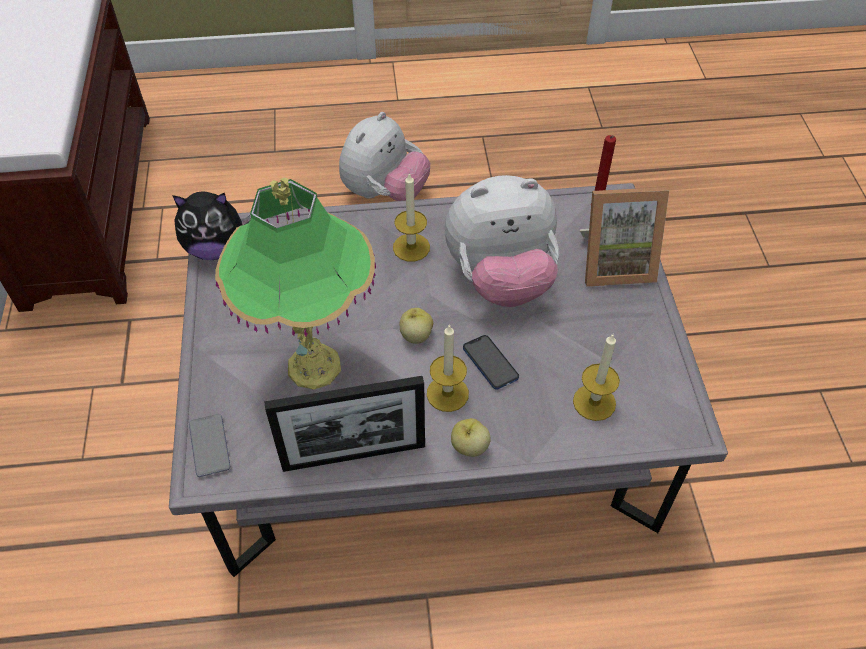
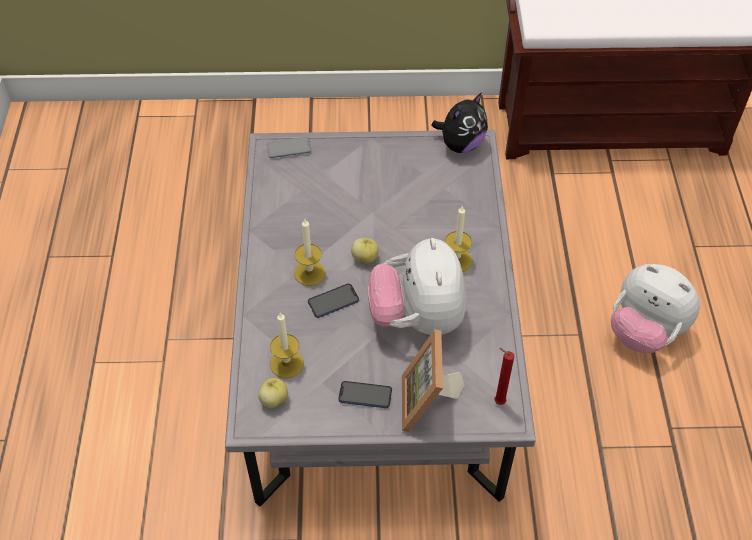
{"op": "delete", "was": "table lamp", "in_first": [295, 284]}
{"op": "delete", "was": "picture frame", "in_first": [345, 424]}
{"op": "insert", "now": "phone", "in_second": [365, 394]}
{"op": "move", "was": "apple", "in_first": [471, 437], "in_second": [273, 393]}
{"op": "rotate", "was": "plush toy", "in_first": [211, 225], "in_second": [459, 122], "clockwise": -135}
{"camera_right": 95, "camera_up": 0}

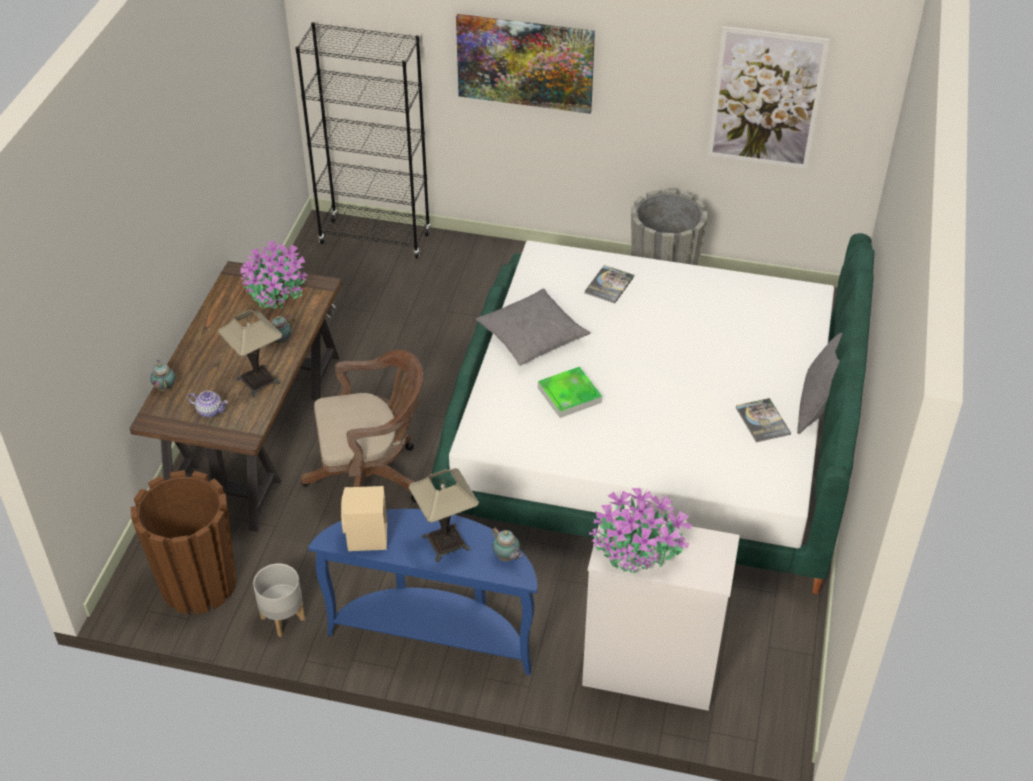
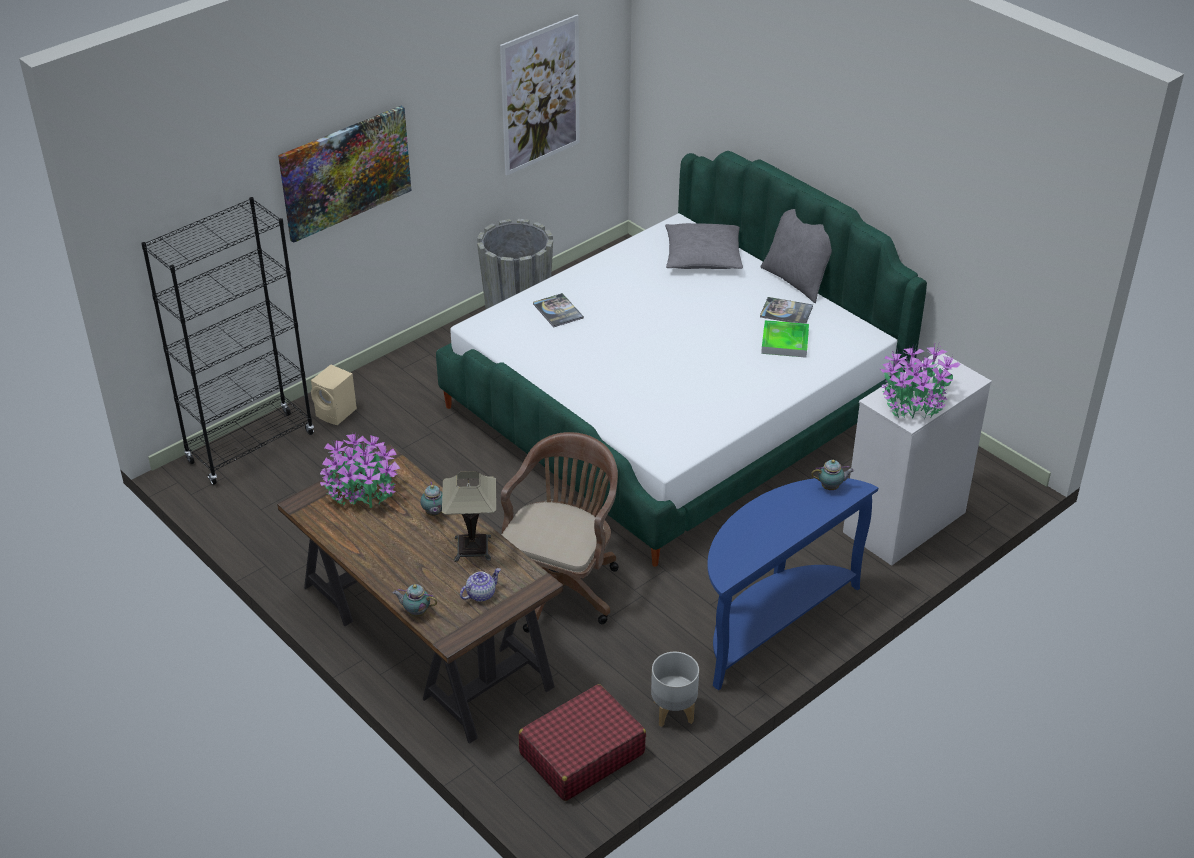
{"op": "delete", "was": "table lamp", "in_first": [443, 515]}
{"op": "move", "was": "beige speaker", "in_first": [364, 518], "in_second": [334, 394]}
{"op": "move", "was": "grey pillow", "in_first": [533, 327], "in_second": [704, 246]}
{"op": "move", "was": "tray", "in_first": [570, 392], "in_second": [785, 339]}
{"op": "replace", "was": "brown planter", "now": "red suitcase", "in_first": [183, 542], "in_second": [582, 742]}
{"camera_right": -55, "camera_up": -5}

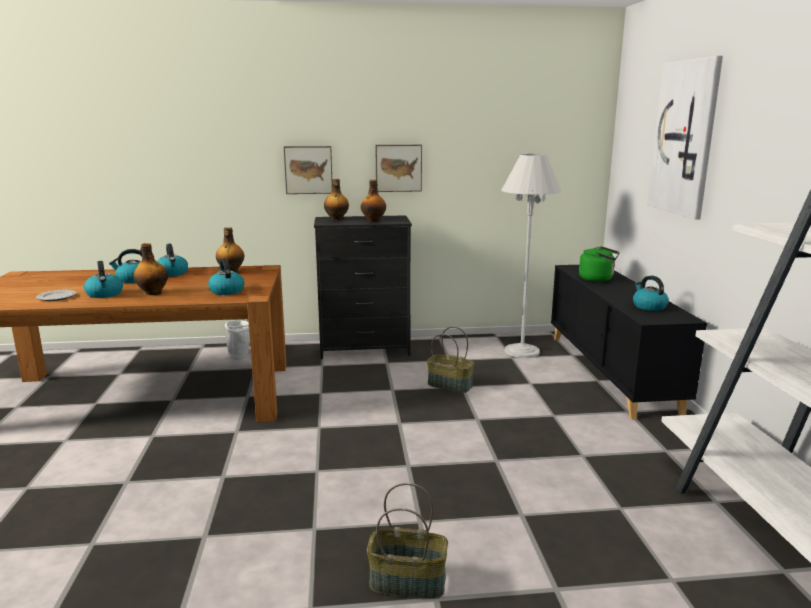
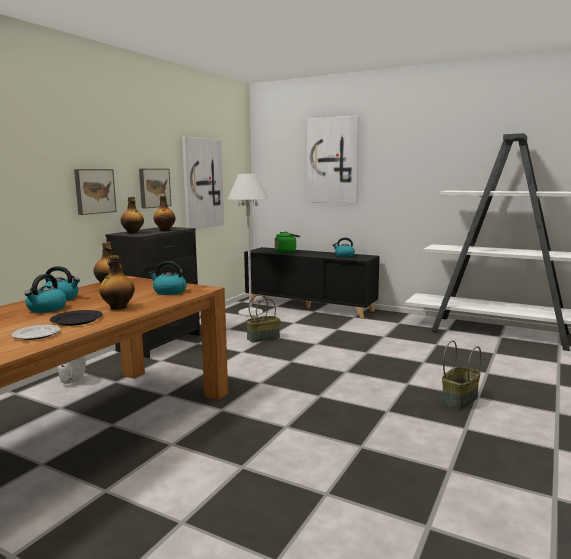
{"op": "insert", "now": "picture", "in_second": [203, 183]}
{"op": "replace", "was": "kettle", "now": "black plate", "in_first": [103, 279], "in_second": [76, 318]}
{"camera_right": -55, "camera_up": -5}

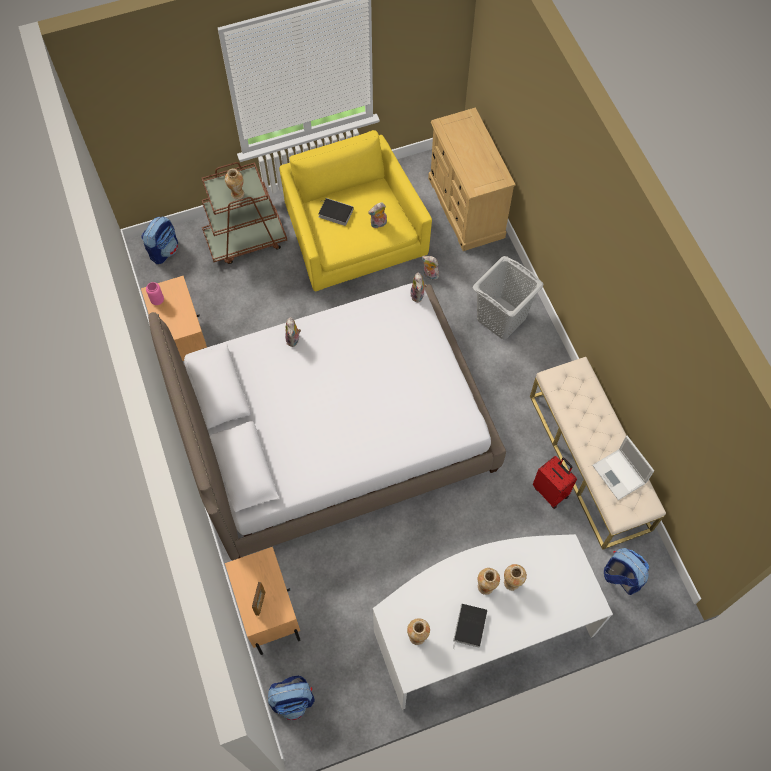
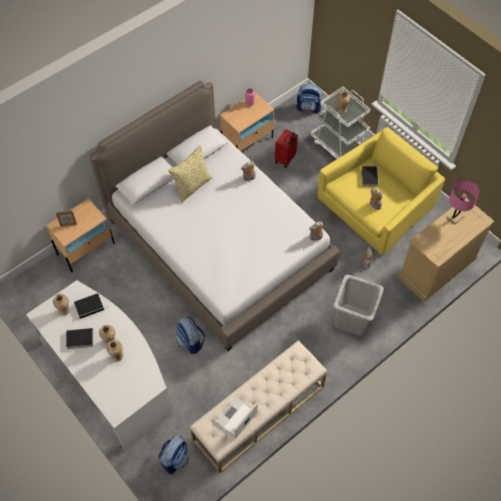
{"op": "insert", "now": "book", "in_second": [91, 306]}
{"op": "insert", "now": "pillow", "in_second": [190, 174]}
{"op": "insert", "now": "pink table lamp", "in_second": [463, 202]}
{"op": "move", "was": "backpack", "in_first": [291, 698], "in_second": [190, 335]}
{"op": "move", "was": "red suitcase", "in_first": [555, 482], "in_second": [286, 148]}
{"op": "recolor", "was": "brown cart", "now": "white cart", "in_first": [244, 213], "in_second": [340, 123]}
{"camera_right": 70, "camera_up": -5}

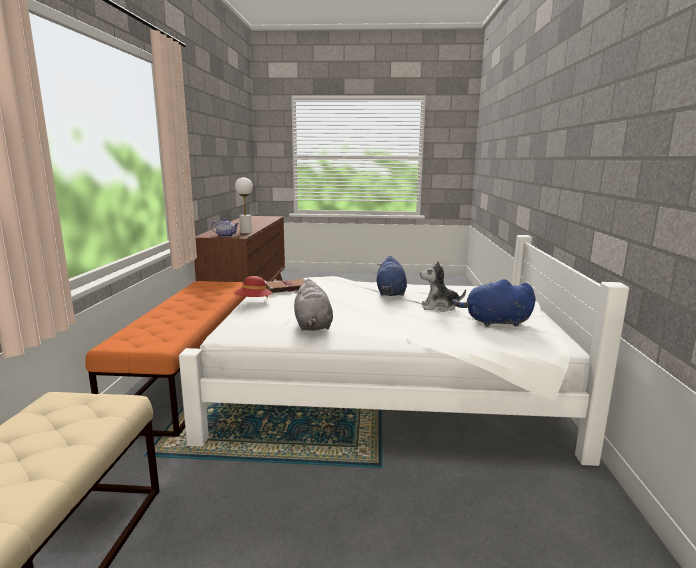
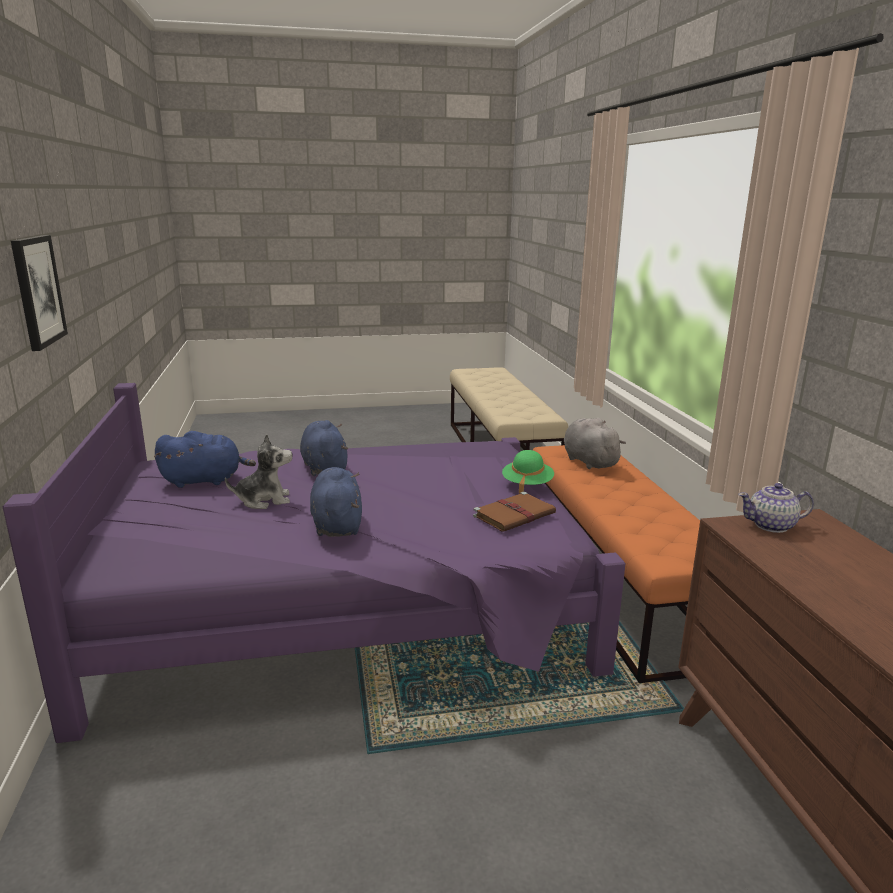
{"op": "delete", "was": "white table lamp", "in_first": [244, 205]}
{"op": "insert", "now": "picture", "in_second": [39, 293]}
{"op": "insert", "now": "blue plush toy", "in_second": [324, 448]}
{"op": "move", "was": "grey plush toy", "in_first": [313, 305], "in_second": [595, 443]}
{"op": "recolor", "was": "white bed", "now": "purple bed", "in_first": [404, 350], "in_second": [314, 563]}
{"op": "recolor", "was": "red hat", "now": "green hat", "in_first": [253, 287], "in_second": [528, 472]}
{"camera_right": 165, "camera_up": 5}

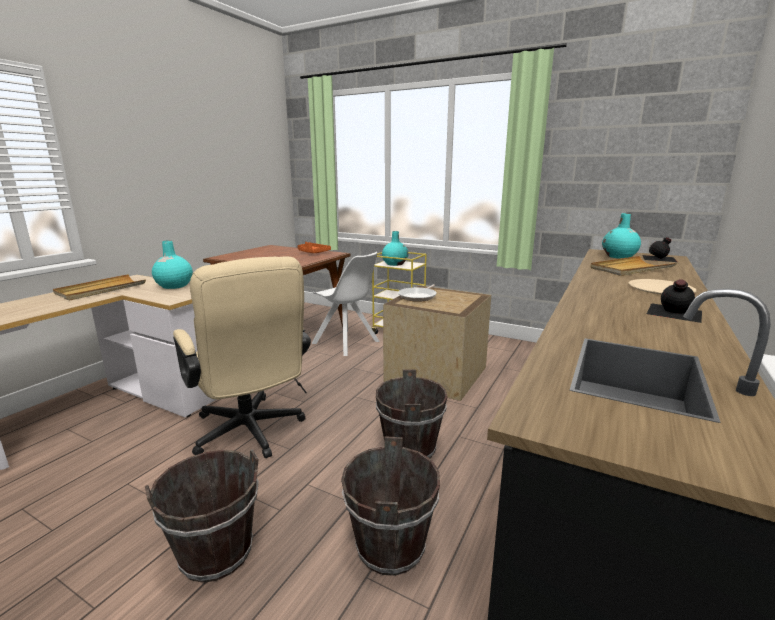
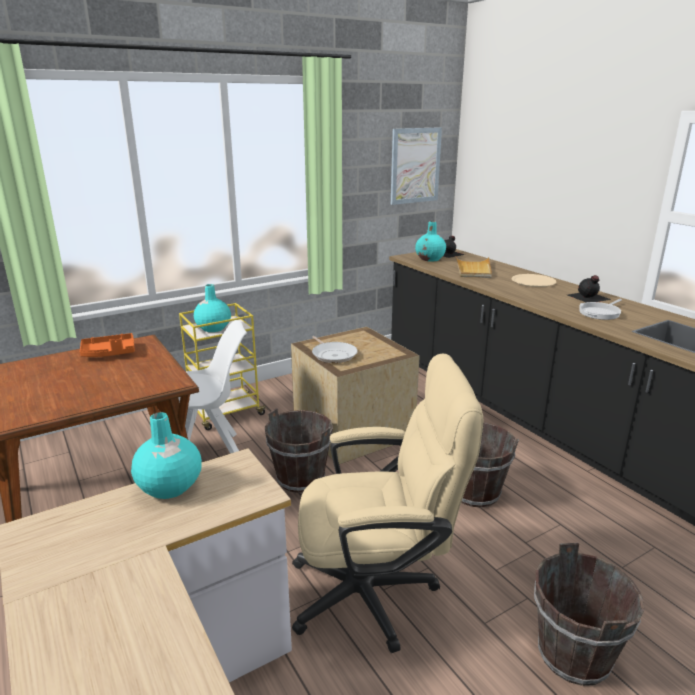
{"op": "delete", "was": "beige tray", "in_first": [99, 287]}
{"op": "insert", "now": "picture", "in_second": [416, 166]}
{"op": "insert", "now": "frying pan", "in_second": [600, 309]}
{"op": "move", "was": "brown bucket", "in_first": [390, 506], "in_second": [299, 450]}
{"camera_right": -60, "camera_up": 5}

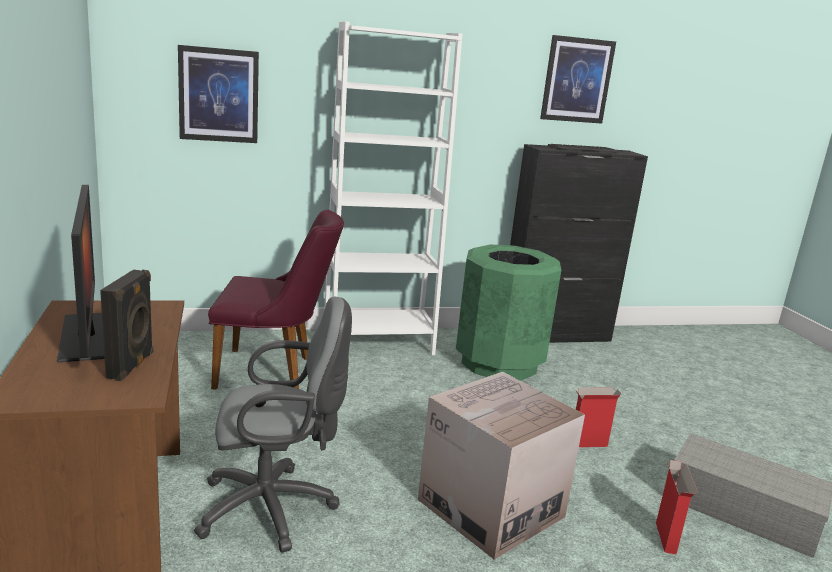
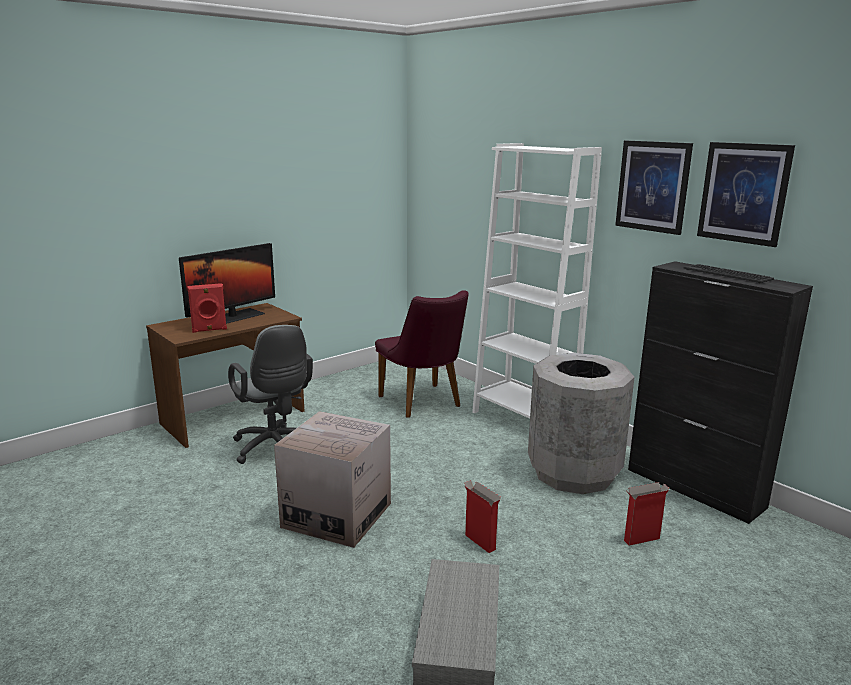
{"op": "move", "was": "picture", "in_first": [218, 94], "in_second": [654, 188]}
{"op": "move", "was": "cardboard box", "in_first": [677, 507], "in_second": [646, 514]}
{"op": "recolor", "was": "black speaker", "now": "red speaker", "in_first": [126, 325], "in_second": [207, 308]}
{"op": "recolor", "was": "green trash can", "now": "grey trash can", "in_first": [508, 312], "in_second": [581, 423]}
{"camera_right": 65, "camera_up": 0}

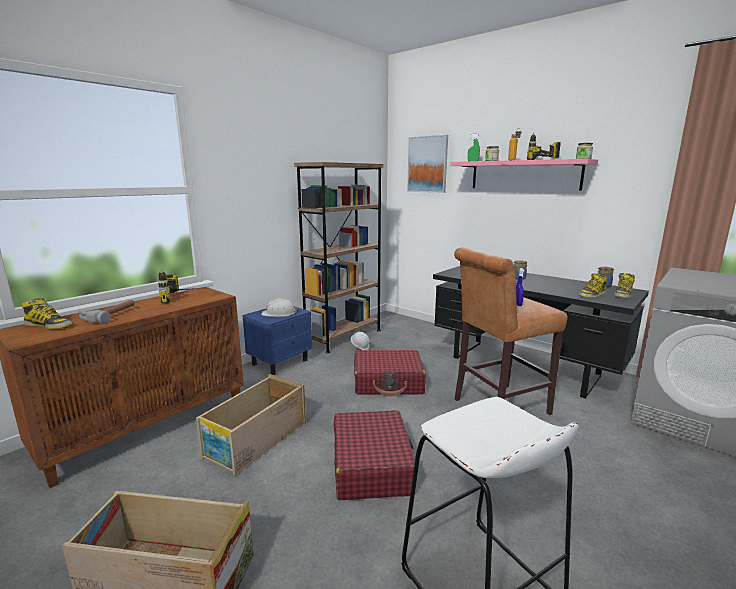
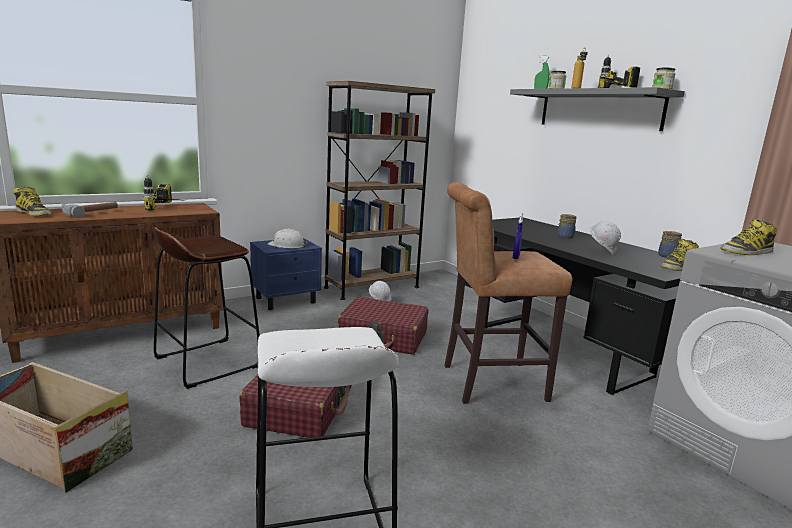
{"op": "delete", "was": "picture", "in_first": [427, 164]}
{"op": "insert", "now": "white hard hat", "in_second": [605, 238]}
{"op": "move", "was": "boot", "in_first": [592, 285], "in_second": [748, 237]}
{"op": "replace", "was": "crate", "now": "brown stool", "in_first": [251, 425], "in_second": [206, 308]}
{"op": "recolor", "was": "pink shelf", "now": "grey shelf", "in_first": [524, 175], "in_second": [597, 109]}
{"camera_right": 15, "camera_up": 0}

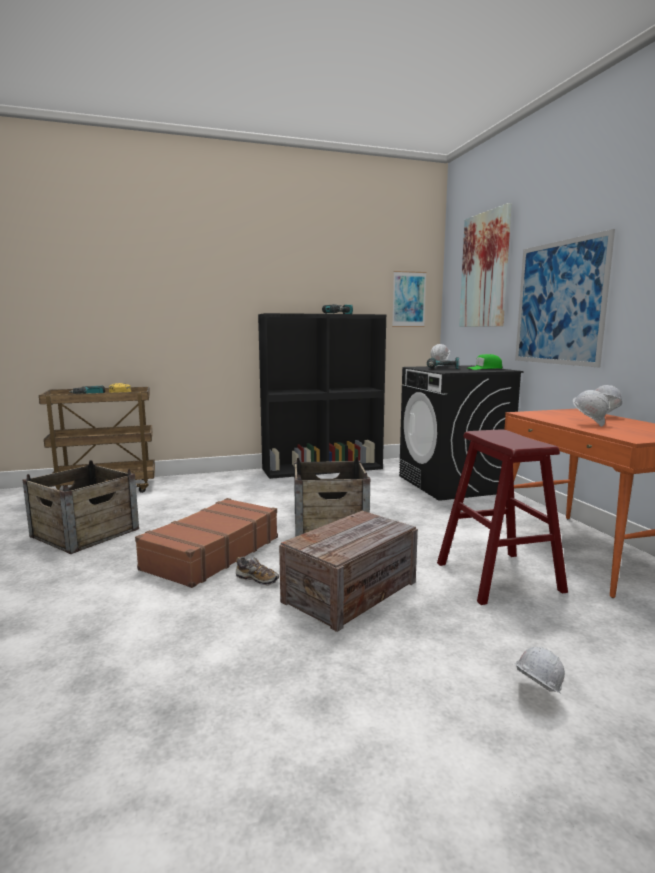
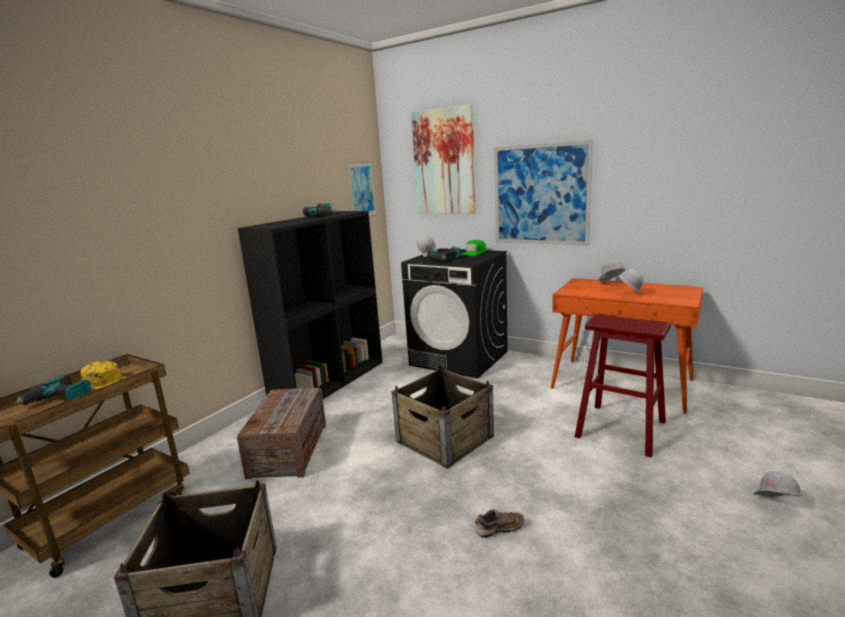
{"op": "delete", "was": "brown suitcase", "in_first": [206, 543]}
{"op": "move", "was": "crate", "in_first": [348, 571], "in_second": [281, 433]}
{"camera_right": -40, "camera_up": 5}

